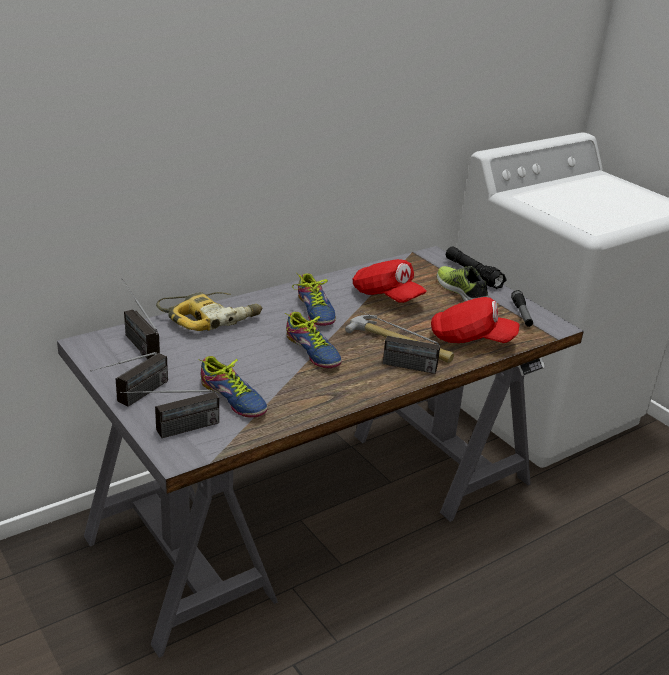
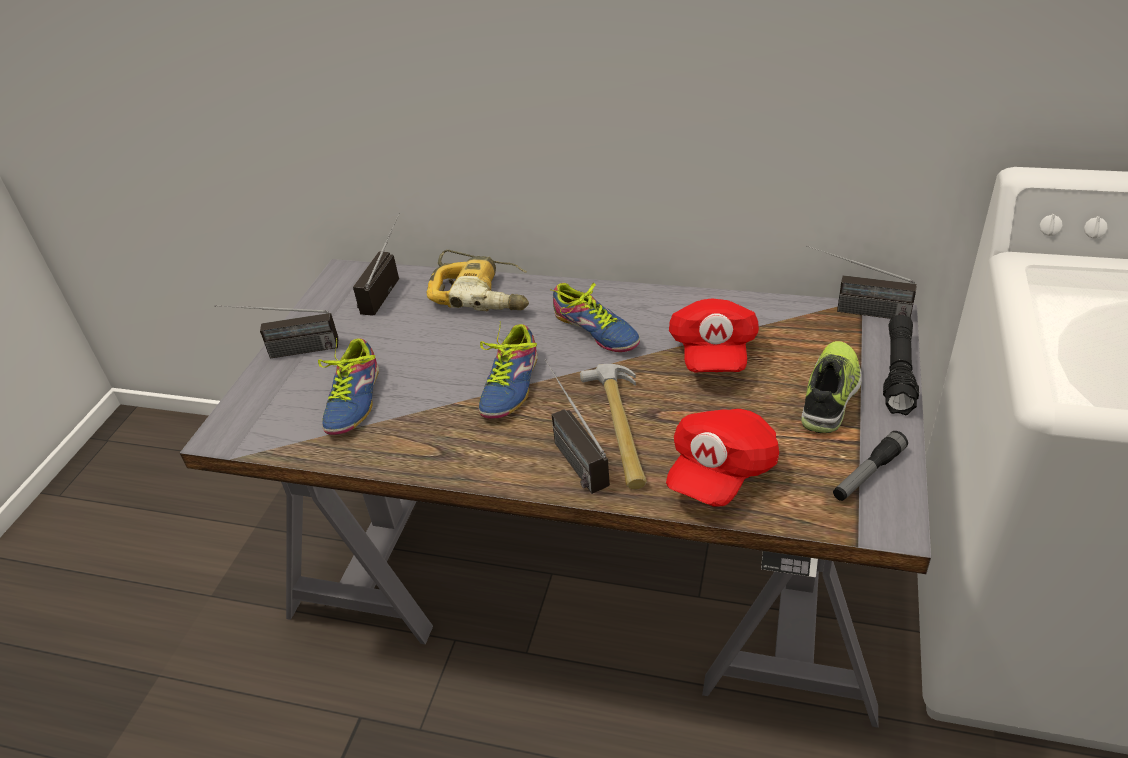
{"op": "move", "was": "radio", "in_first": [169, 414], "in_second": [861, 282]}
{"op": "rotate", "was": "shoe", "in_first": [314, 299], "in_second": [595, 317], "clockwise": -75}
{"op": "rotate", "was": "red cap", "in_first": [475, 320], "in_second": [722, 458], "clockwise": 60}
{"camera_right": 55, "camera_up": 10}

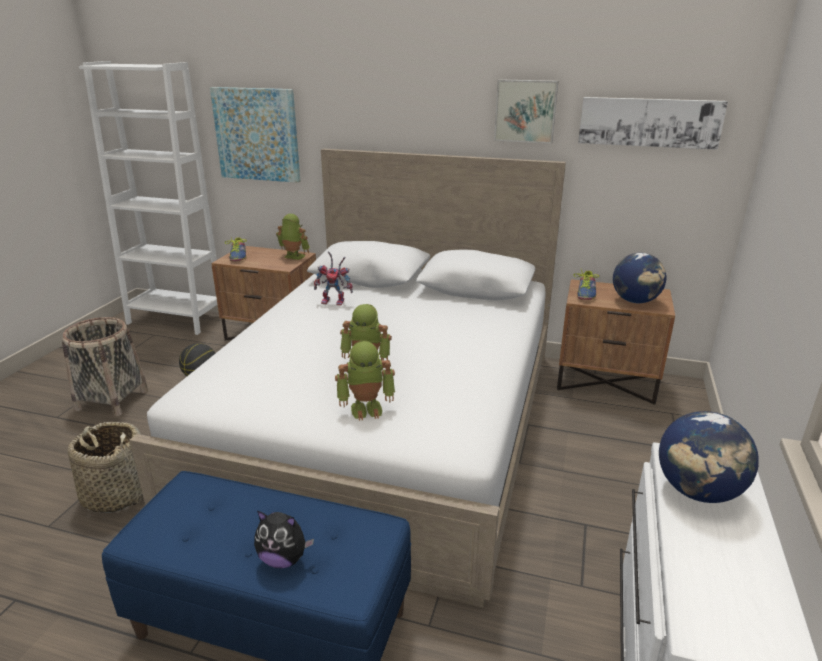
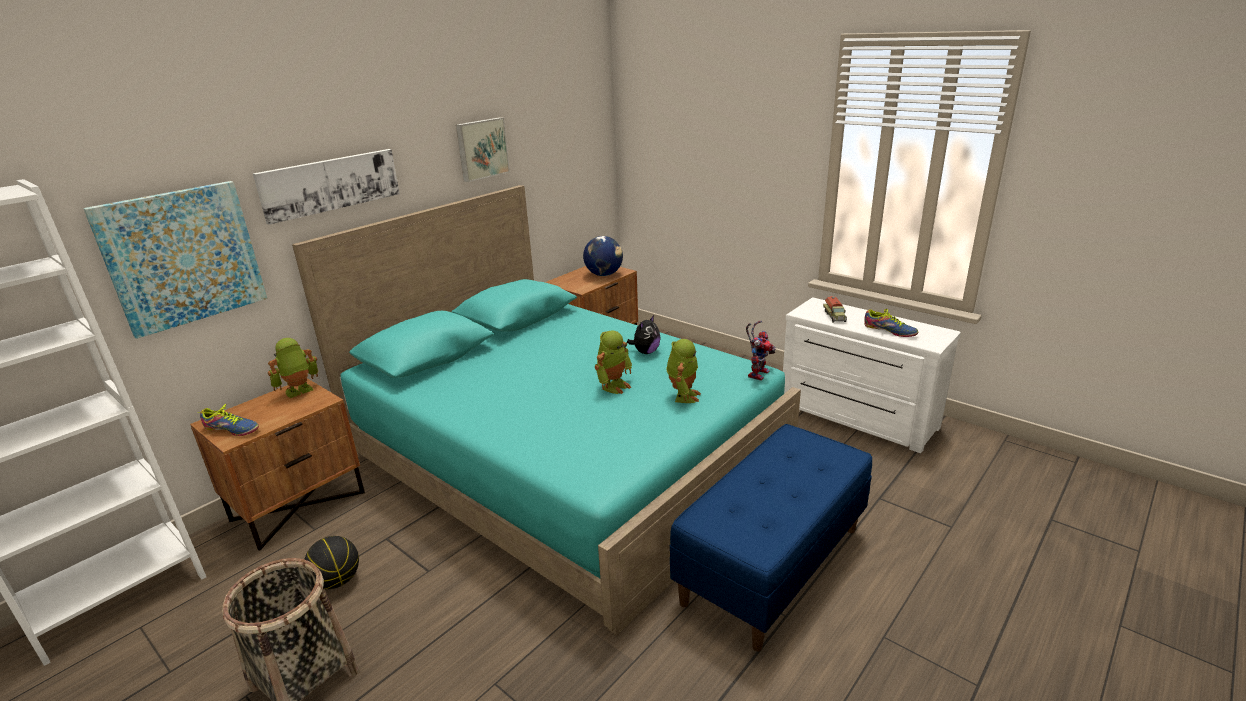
{"op": "delete", "was": "basket", "in_first": [106, 467]}
{"op": "move", "was": "plush toy", "in_first": [284, 539], "in_second": [644, 334]}
{"op": "move", "was": "toy robot", "in_first": [333, 278], "in_second": [761, 351]}
{"op": "move", "was": "shoe", "in_first": [586, 284], "in_second": [891, 323]}
{"op": "move", "was": "picture", "in_first": [653, 123], "in_second": [326, 187]}
{"op": "replace", "was": "globe", "now": "toy truck", "in_first": [709, 457], "in_second": [835, 309]}
{"op": "recolor", "was": "white bed", "now": "turquoise bed", "in_first": [347, 378], "in_second": [546, 410]}
{"camera_right": -65, "camera_up": 0}

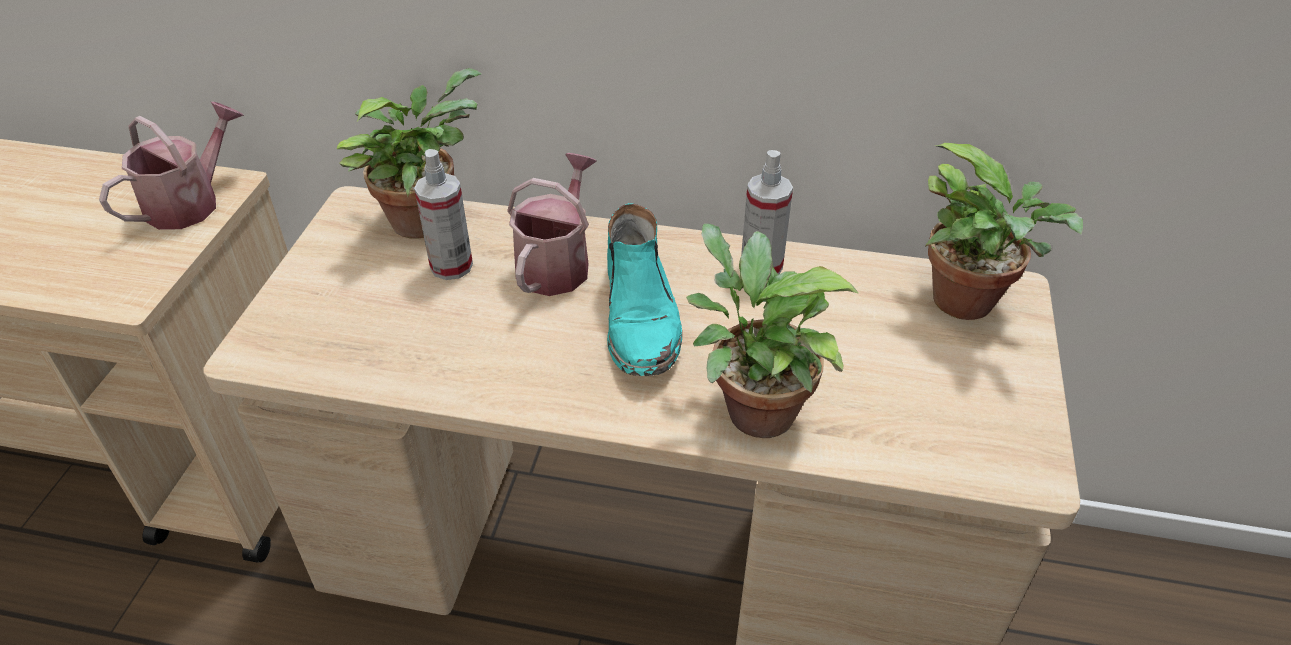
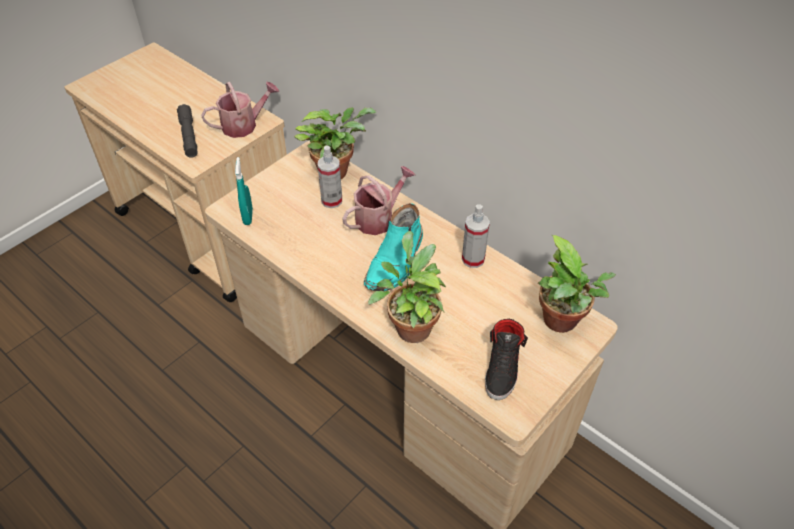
{"op": "insert", "now": "grey flashlight", "in_second": [187, 131]}
{"op": "insert", "now": "turquoise spray bottle", "in_second": [244, 191]}
{"op": "insert", "now": "black shoe", "in_second": [506, 359]}
{"camera_right": 30, "camera_up": 5}

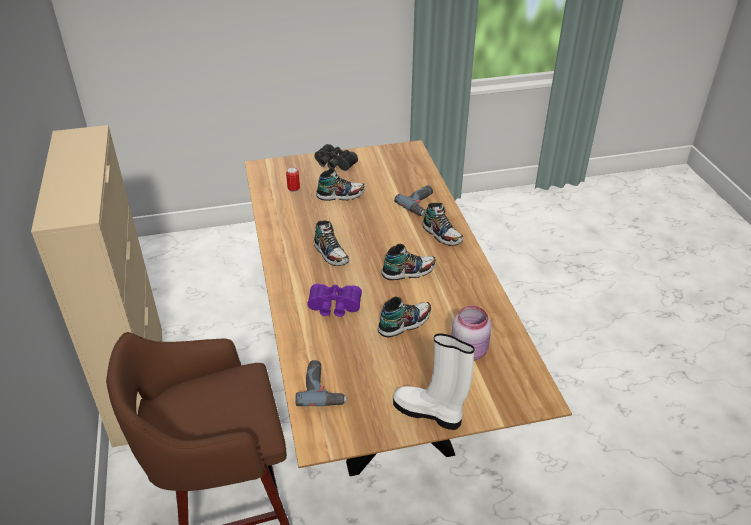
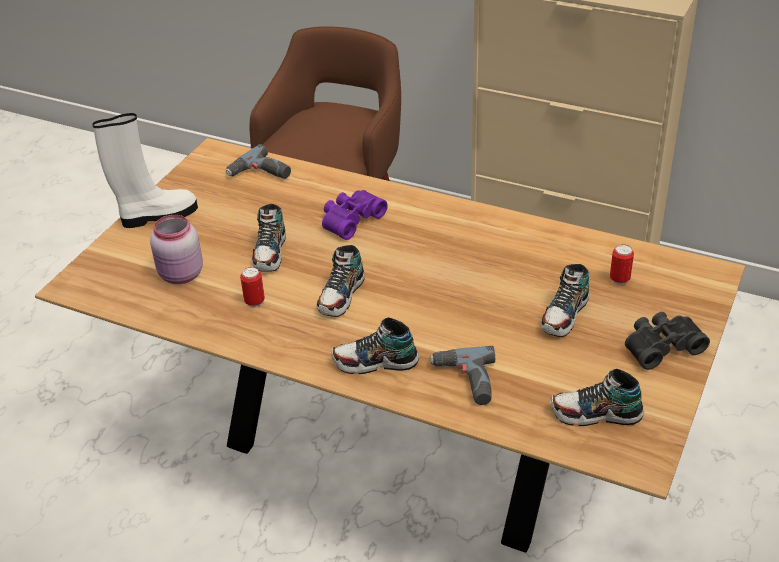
{"op": "insert", "now": "can", "in_second": [252, 287]}
{"op": "move", "was": "shoe", "in_first": [332, 243], "in_second": [597, 397]}
{"camera_right": 130, "camera_up": 0}

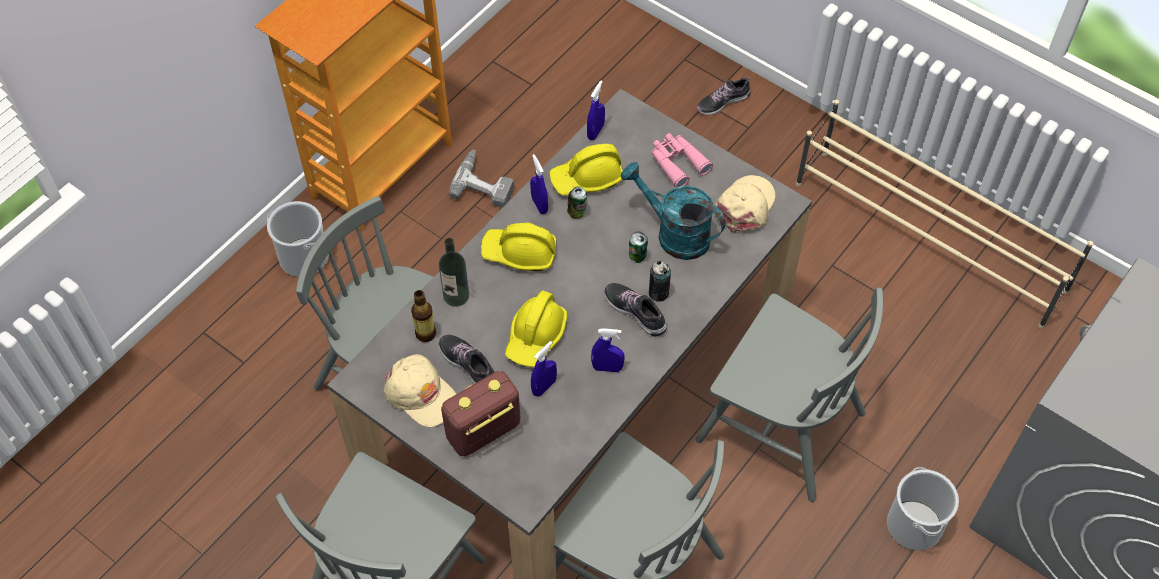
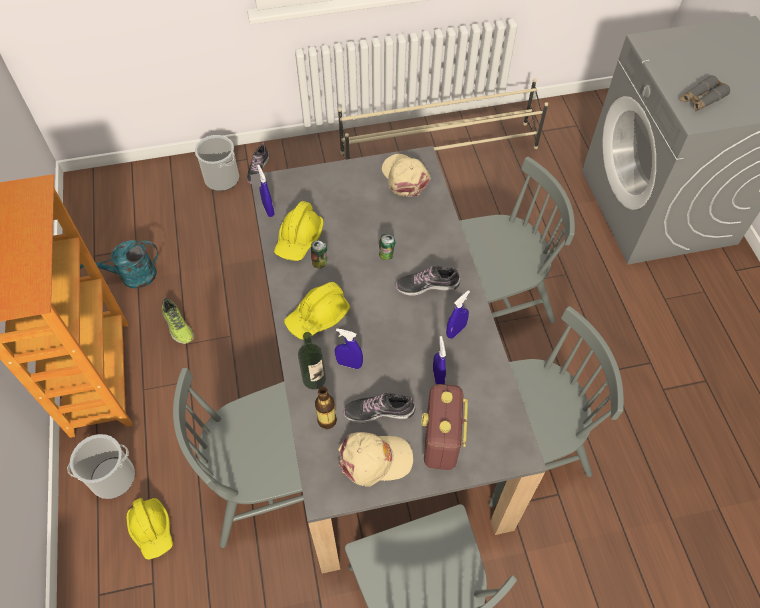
{"op": "delete", "was": "can", "in_first": [660, 281]}
{"op": "delete", "was": "pink binoculars", "in_first": [682, 160]}
{"op": "insert", "now": "grey binoculars", "in_second": [705, 93]}
{"op": "move", "was": "yellow hard hat", "in_first": [536, 328], "in_second": [150, 529]}
{"op": "move", "was": "blue spray bottle", "in_first": [539, 184], "in_second": [349, 348]}
{"op": "move", "was": "turquoise watering can", "in_first": [673, 211], "in_second": [119, 264]}
{"op": "move", "was": "bucket", "in_first": [923, 508], "in_second": [217, 163]}
{"op": "replace", "was": "power drill", "now": "shoe", "in_first": [481, 179], "in_second": [178, 321]}
{"camera_right": -50, "camera_up": 0}

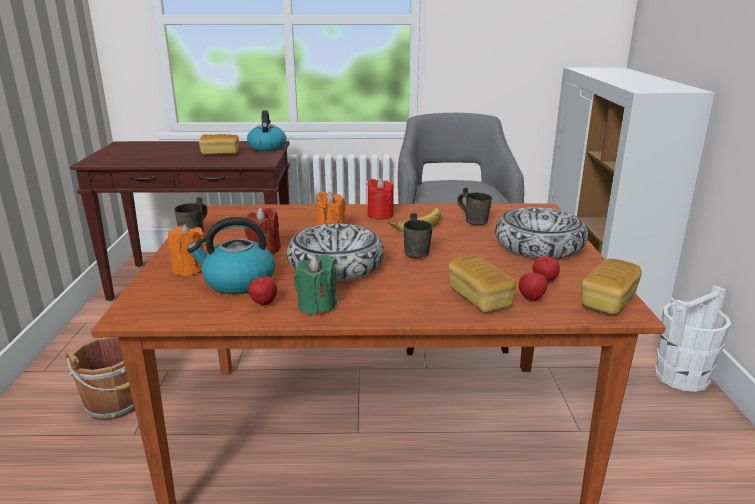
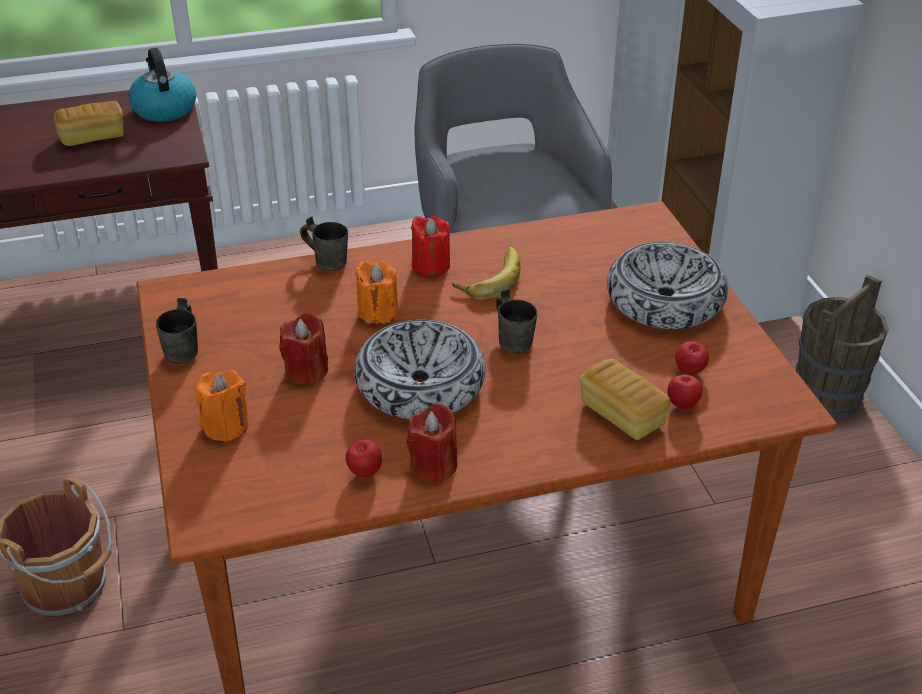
{"op": "delete", "was": "kettle", "in_first": [231, 255]}
{"op": "delete", "was": "bread", "in_first": [611, 286]}
{"op": "move", "was": "grey mug", "in_first": [474, 207], "in_second": [324, 243]}
{"op": "recolor", "was": "green candle", "now": "red candle", "in_first": [315, 285], "in_second": [432, 443]}
{"op": "recolor", "was": "white bucket", "now": "brown bucket", "in_first": [693, 338], "in_second": [842, 346]}
{"camera_right": -15, "camera_up": 15}

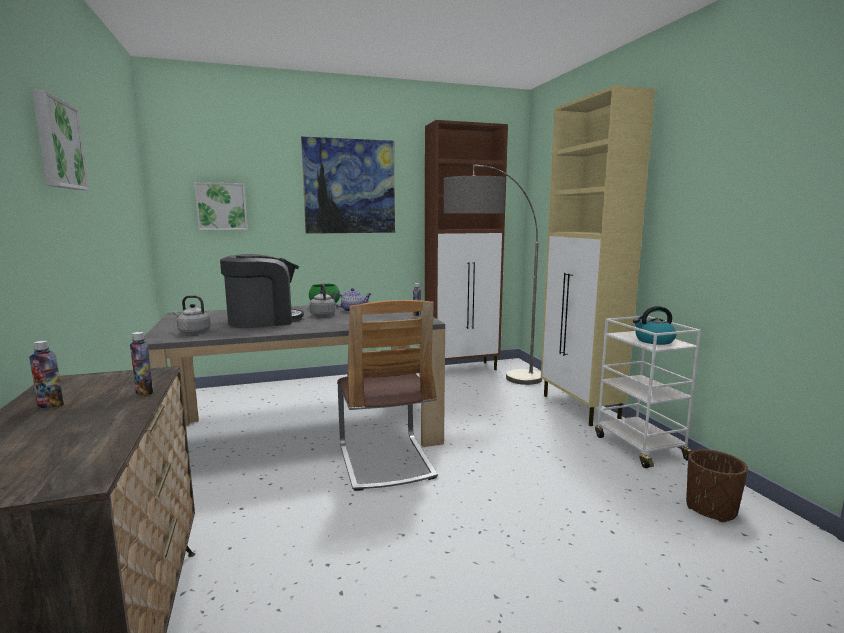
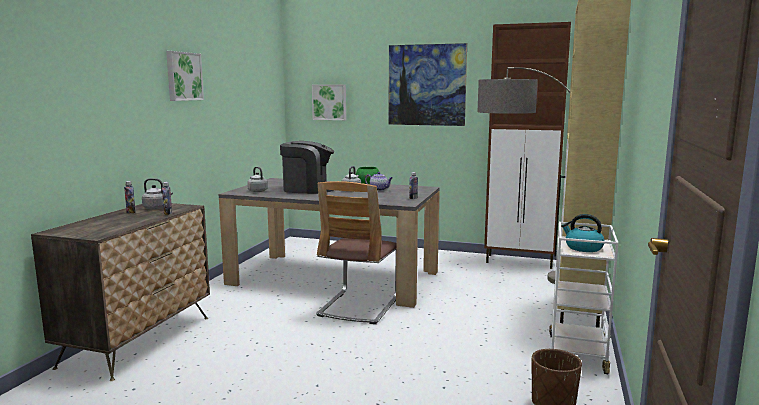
{"op": "insert", "now": "grey kettle", "in_second": [157, 194]}
{"camera_right": 35, "camera_up": 0}

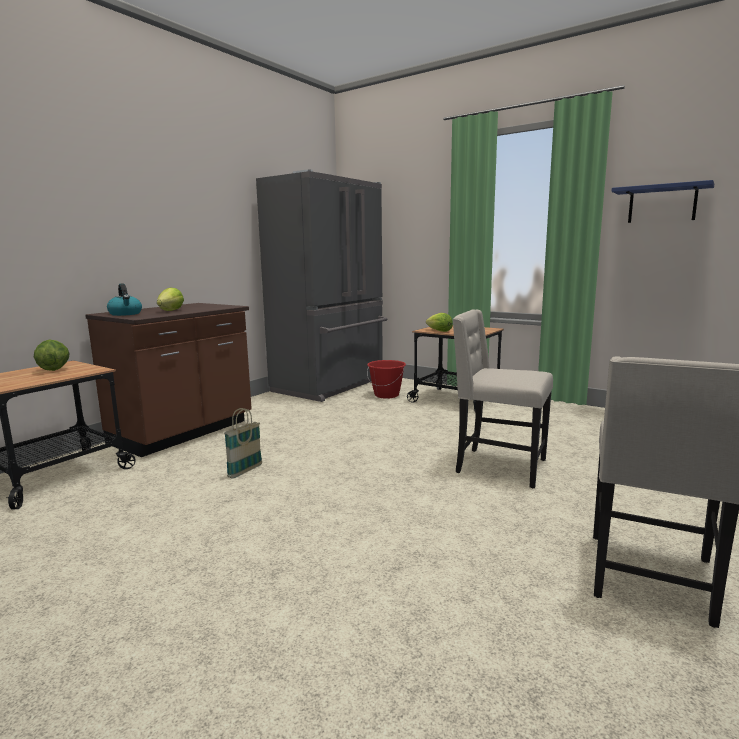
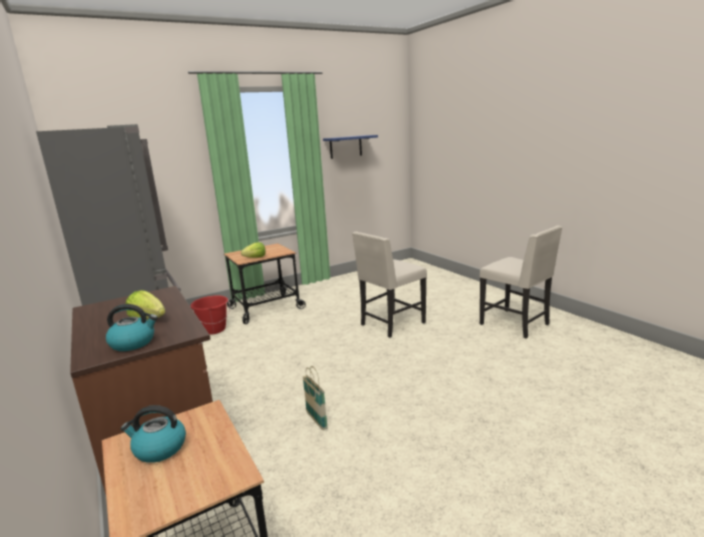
{"op": "replace", "was": "lettuce", "now": "kettle", "in_first": [52, 355], "in_second": [153, 434]}
{"camera_right": -65, "camera_up": 5}

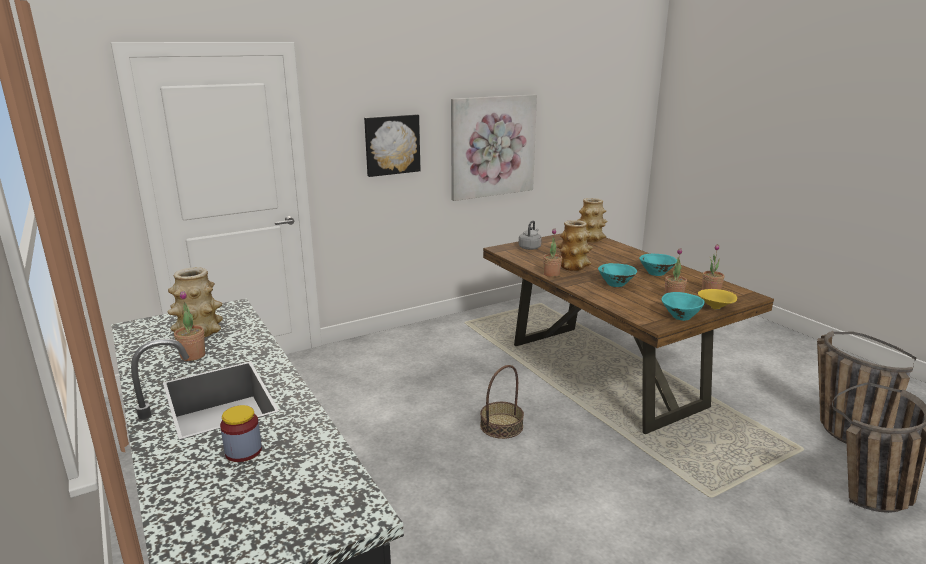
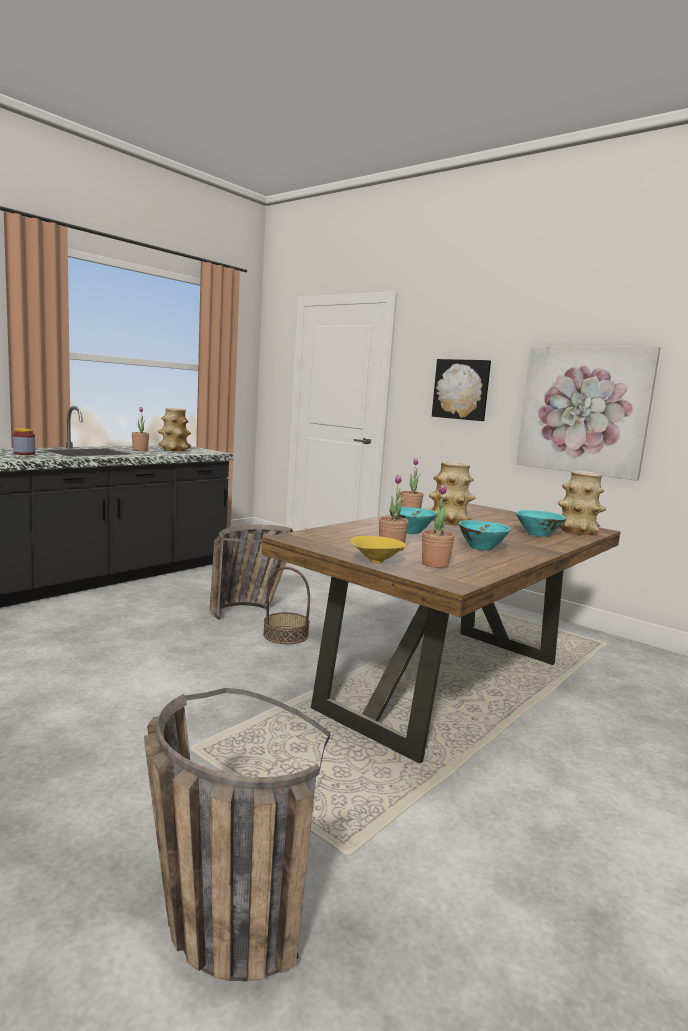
{"op": "delete", "was": "grey kettle", "in_first": [530, 235]}
{"op": "move", "was": "turquoise bowl", "in_first": [683, 306], "in_second": [541, 523]}
{"op": "move", "was": "basket", "in_first": [866, 387], "in_second": [251, 572]}
{"camera_right": 70, "camera_up": -10}

